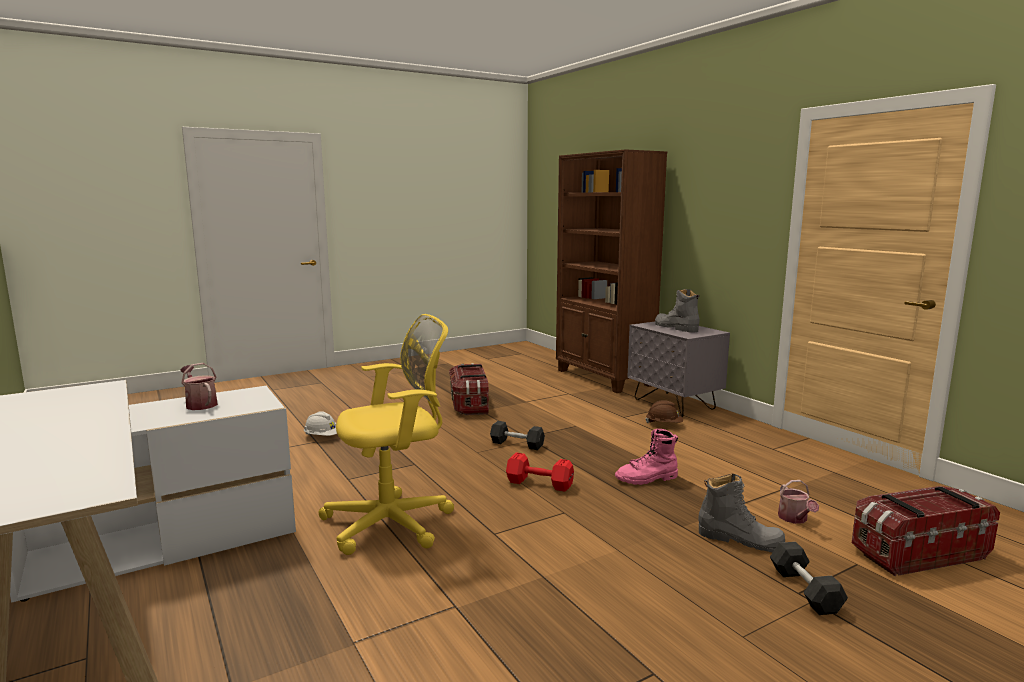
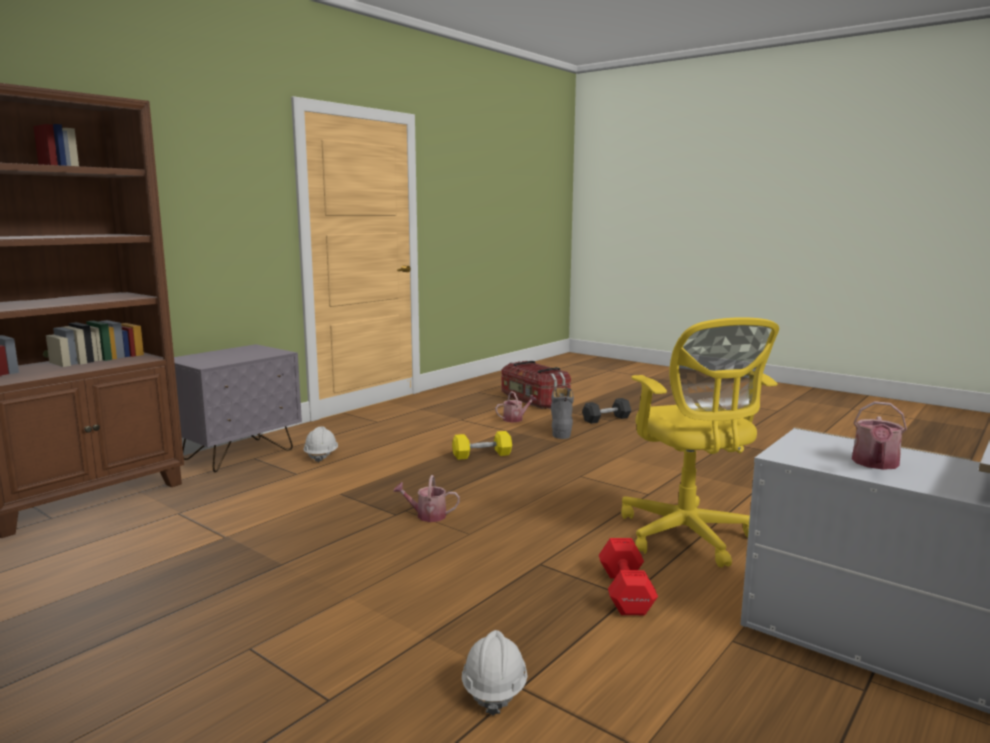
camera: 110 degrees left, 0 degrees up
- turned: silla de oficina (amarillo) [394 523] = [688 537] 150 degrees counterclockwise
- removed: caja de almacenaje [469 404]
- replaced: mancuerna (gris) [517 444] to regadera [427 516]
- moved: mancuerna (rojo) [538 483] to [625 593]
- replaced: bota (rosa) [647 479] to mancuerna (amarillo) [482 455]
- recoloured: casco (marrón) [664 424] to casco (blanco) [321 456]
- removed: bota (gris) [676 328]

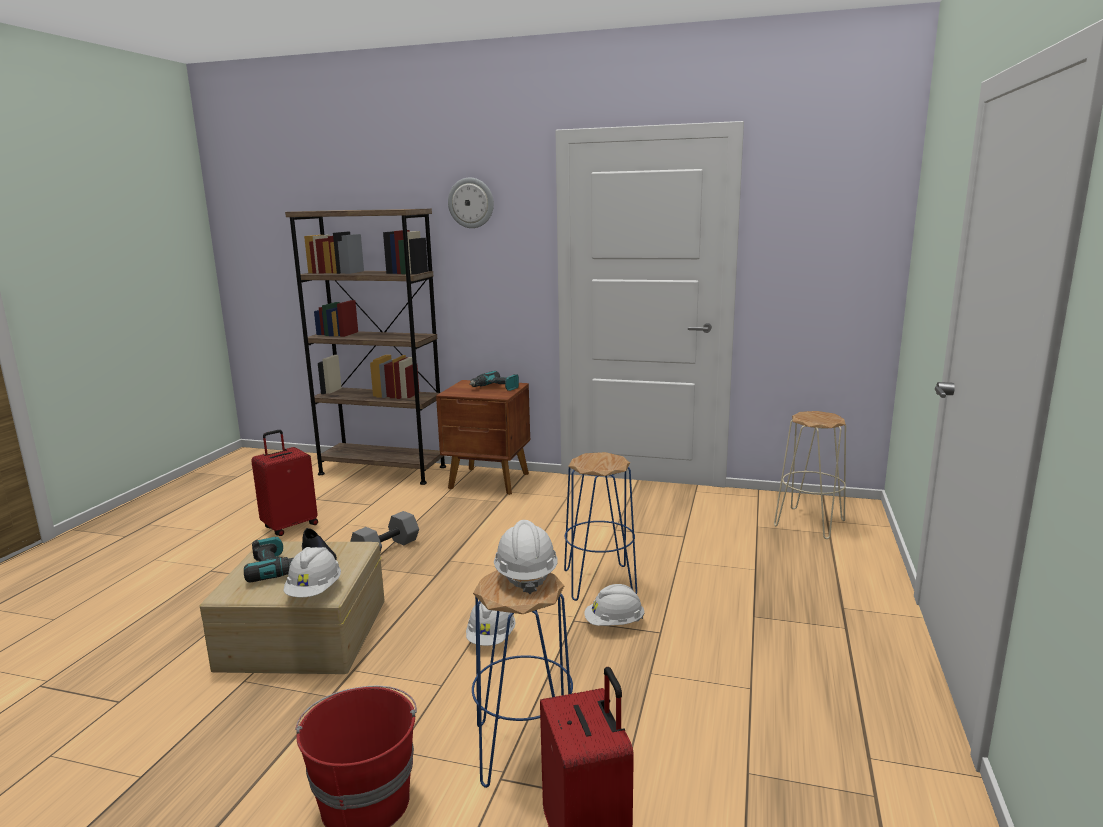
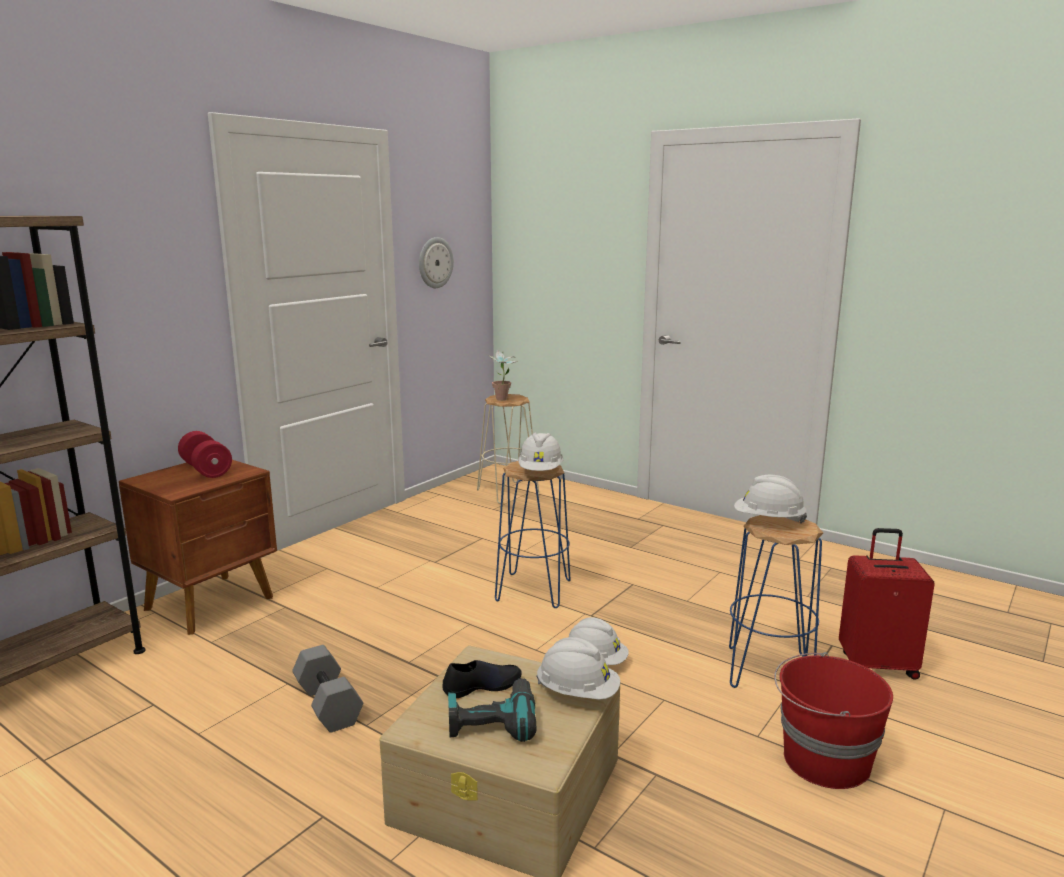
camera: 70 degrees left, 0 degrees up
- removed: maleta (rojo) [290 526]
- moved: reloj de pared [471 203] to [435 262]
- replaced: taladro [495 388] to mancuerna (rojo) [206 470]
- moved: casco (blanco) [614 623] to [540 471]
- added: planta en maceta [503 400]

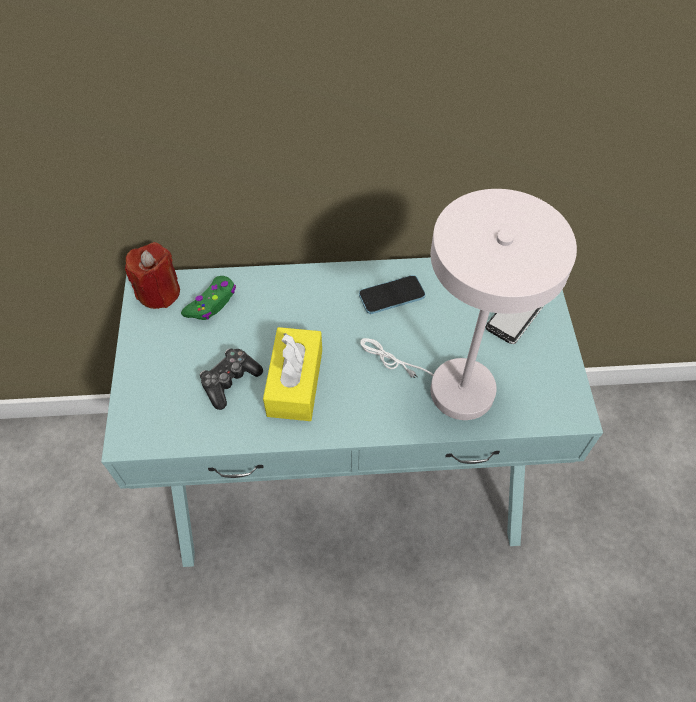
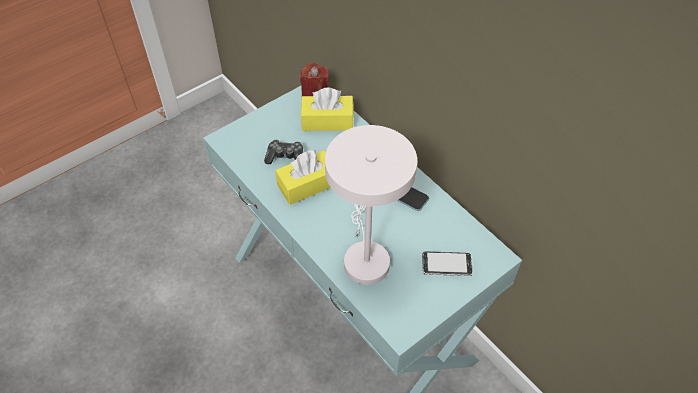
camera: 55 degrees right, 5 degrees down
- replaced: mando de consola (verde) [212 303] to caja de pañuelos (amarillo) [327 121]

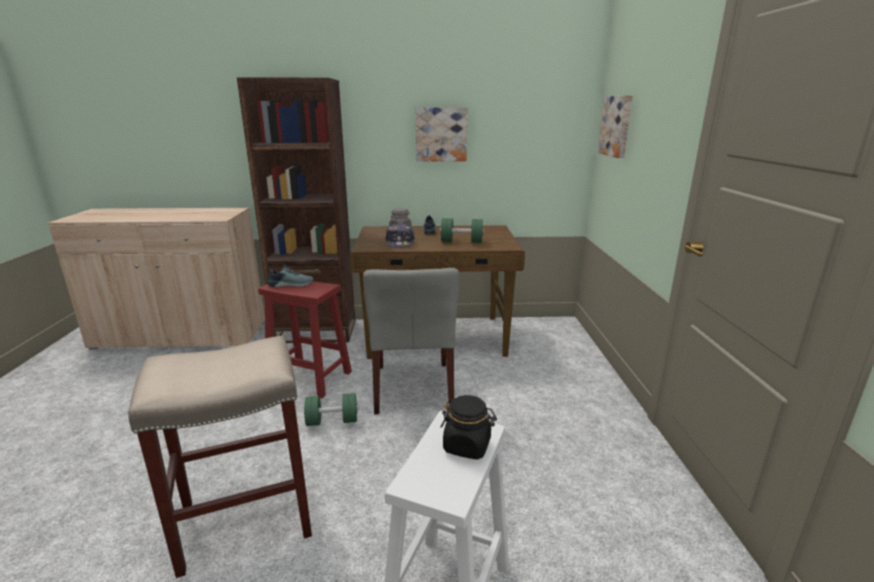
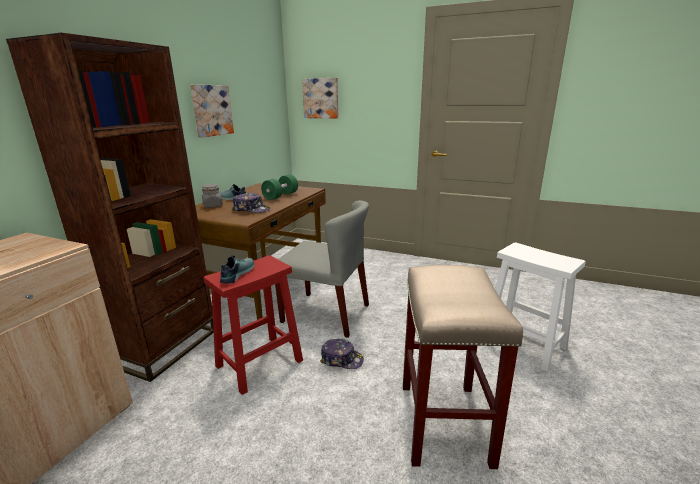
camera: 65 degrees left, 0 degrees up
- replaced: mancuerna (verde) [332 421] to gorra [341 359]
- removed: tarro (negro) [467 446]

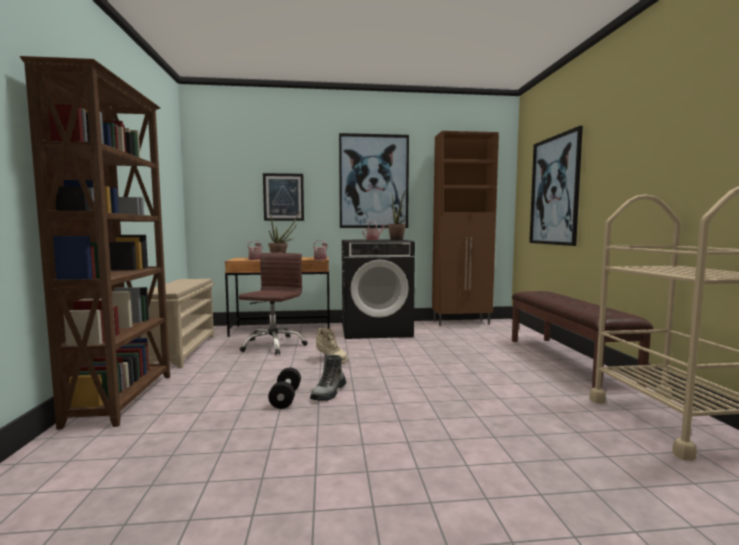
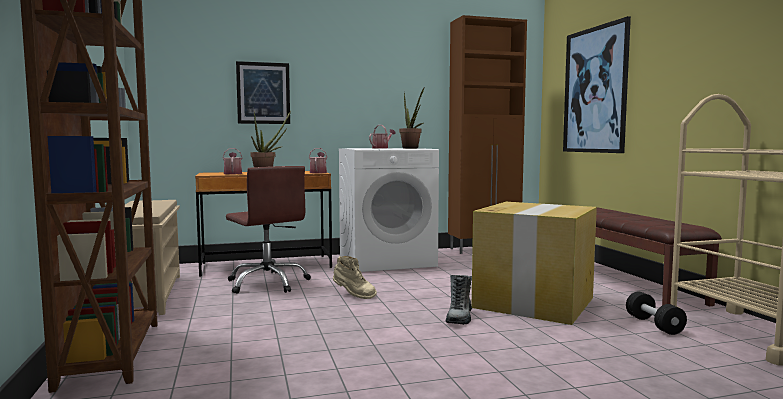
camera: 10 degrees left, 0 degrees up
- turned: silla de oficina (marrón) [273 345] = [268 283] 135 degrees clockwise
- moved: mancuerna (negro) [285 398] to [654 325]
- moved: bota [329 393] to [459 317]
- removed: cuadro [374 181]
- recoloured: lavadora (negro) [376 330] to lavadora (blanco) [387 260]
- added: caja de cartón [534 302]

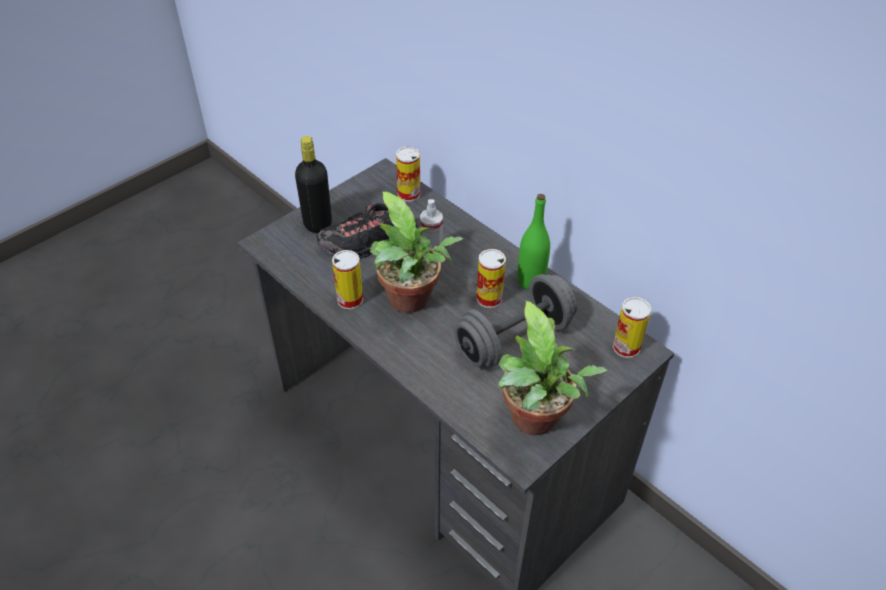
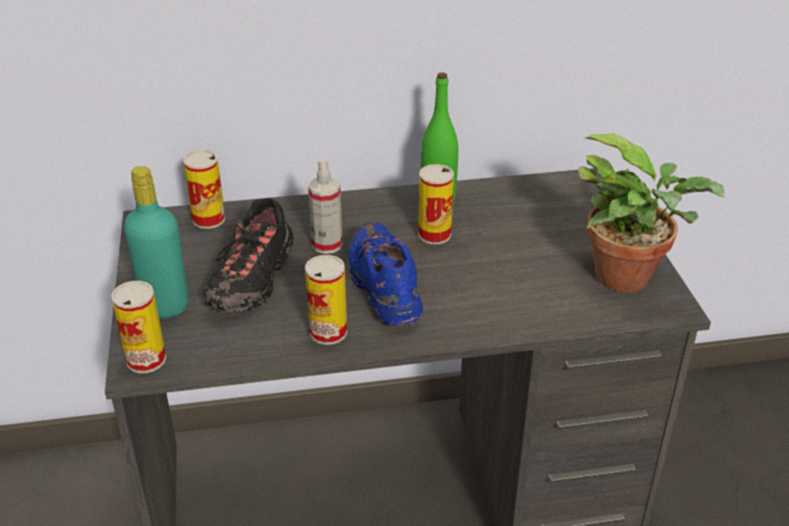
camera: 55 degrees left, 10 degrees down
- recoloured: botella (negro) [317 223] to botella (turquesa) [165 306]
- replaced: planta en maceta [412 302] to zapato (azul) [384 287]
- removed: mancuerna (gris) [514 339]
- moved: lata [626 347] to [146 359]

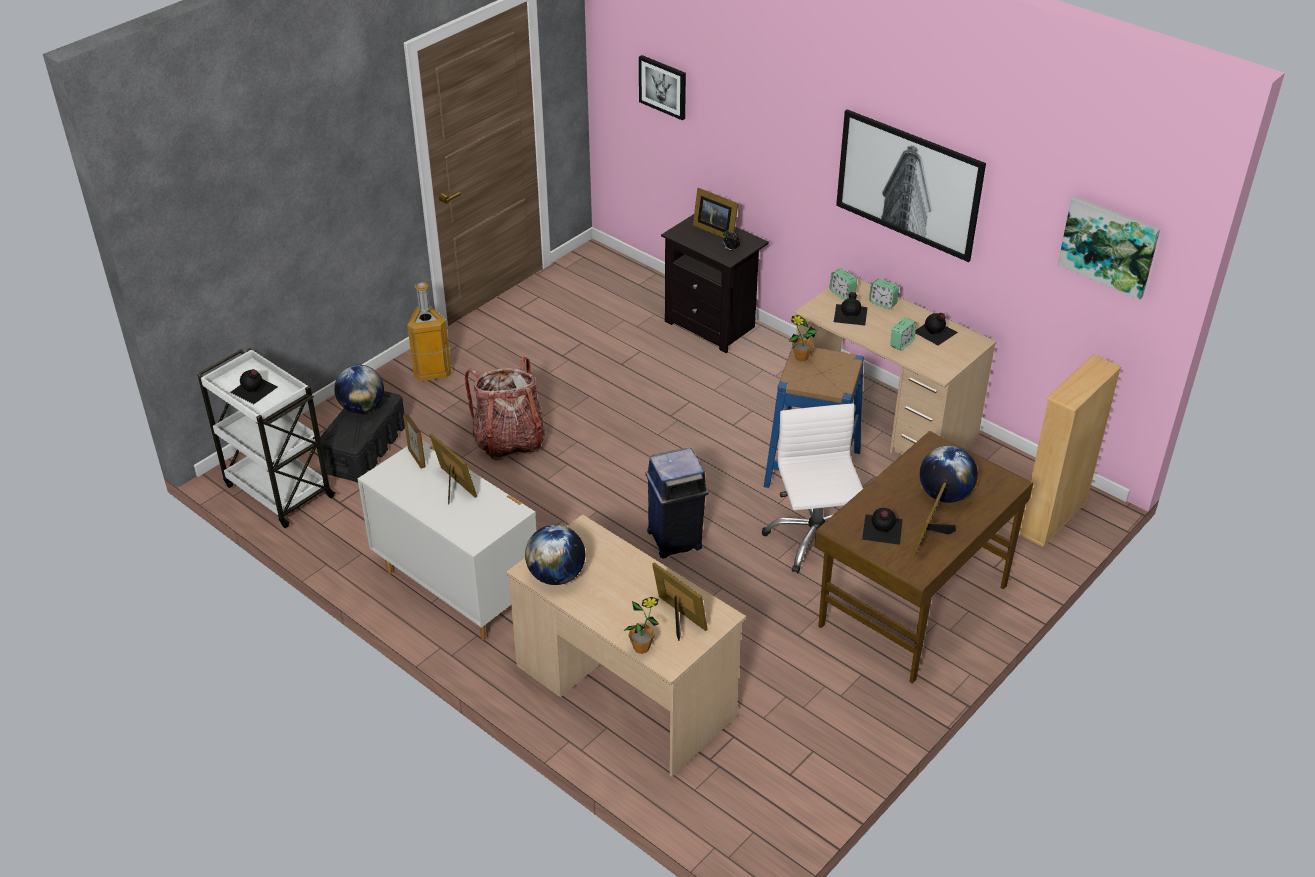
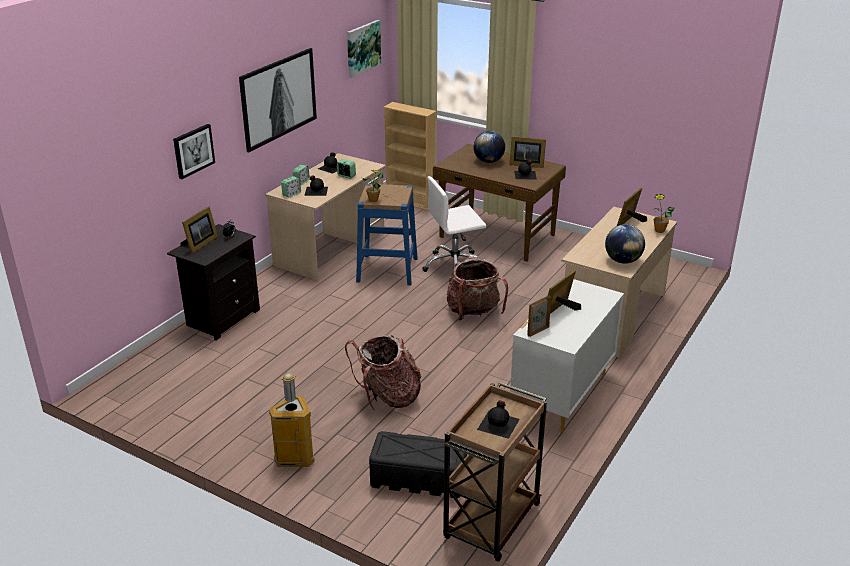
camera: 100 degrees left, 10 degrees down
- recoloured: carrito (blanco) [277 490] to carrito (marrón) [491 523]
- removed: globo terráqueo [362 407]
- moved: cuadro [663 86] to [193 150]
- replaced: papelera (azul) [675 539] to mochila [474 312]

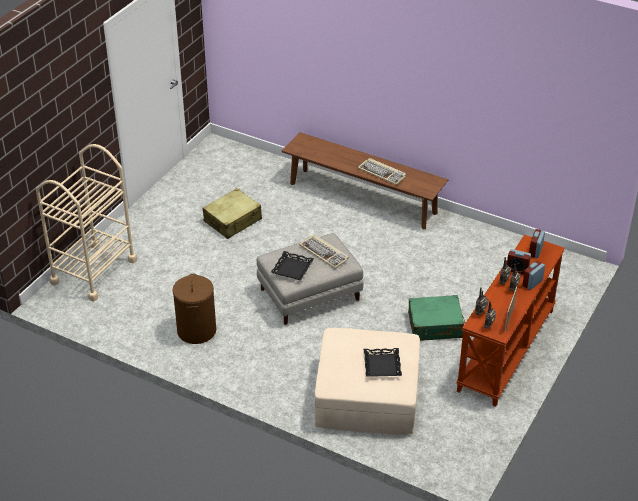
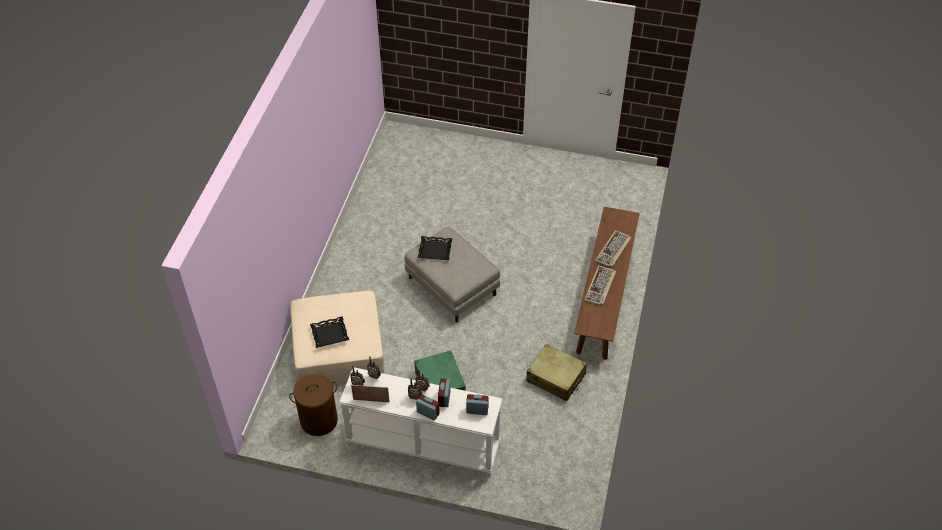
camera: 75 degrees right, 10 degrees up
- removed: carrito (beis) [94 271]
- moved: cesto de la ropa (marrón) [196 330] to [319 420]
- moved: maleta (beis) [233 220] to [556 378]
- moved: teclado [324 253] to [613 250]
- recoloured: mesa consola (marrón) [507 350] to mesa consola (blanco) [422 445]

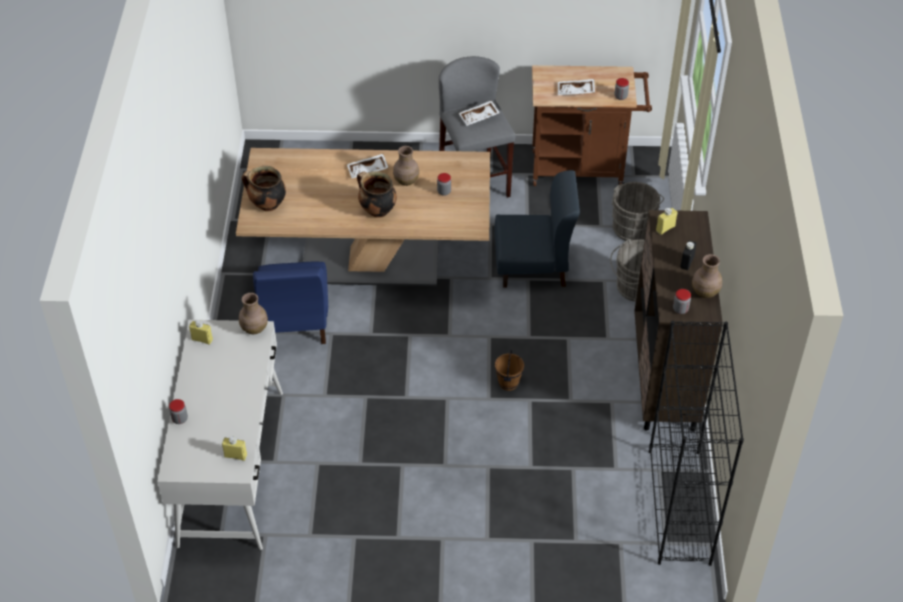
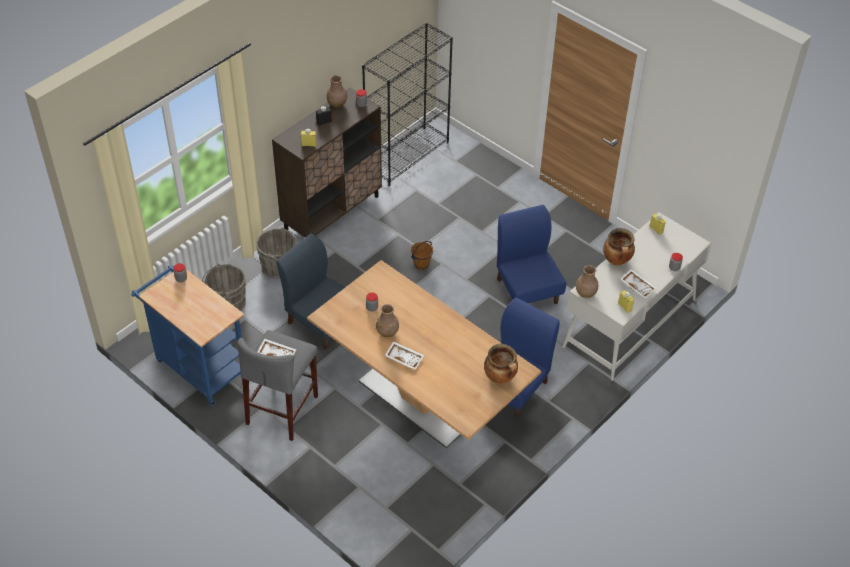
camera: 140 degrees left, 0 degrees up
- moved: olla [377 211] to [617 261]
- recoloured: carrito (marrón) [583 168] to carrito (azul) [198 366]
- moved: bandeja (blanco) [575 92] to [637 286]
- added: silla (azul) [527 290]

